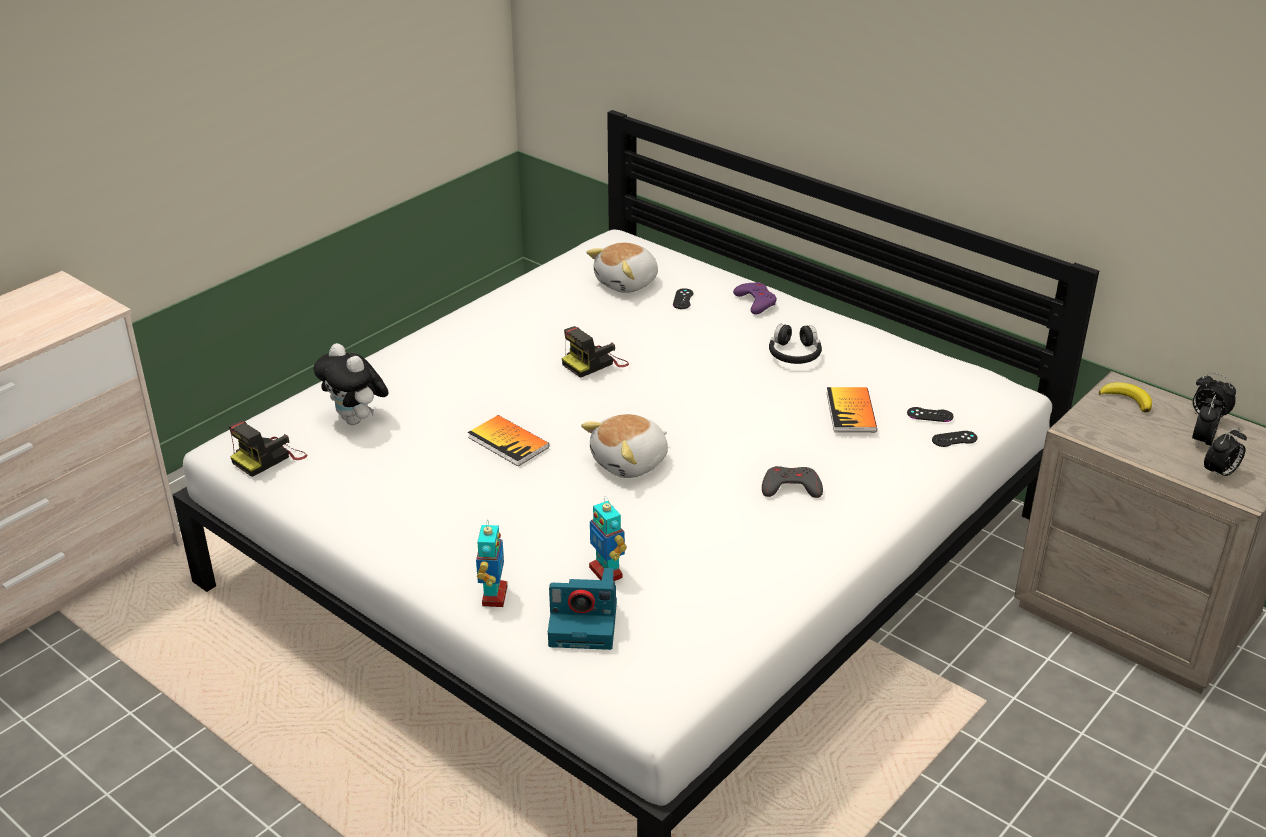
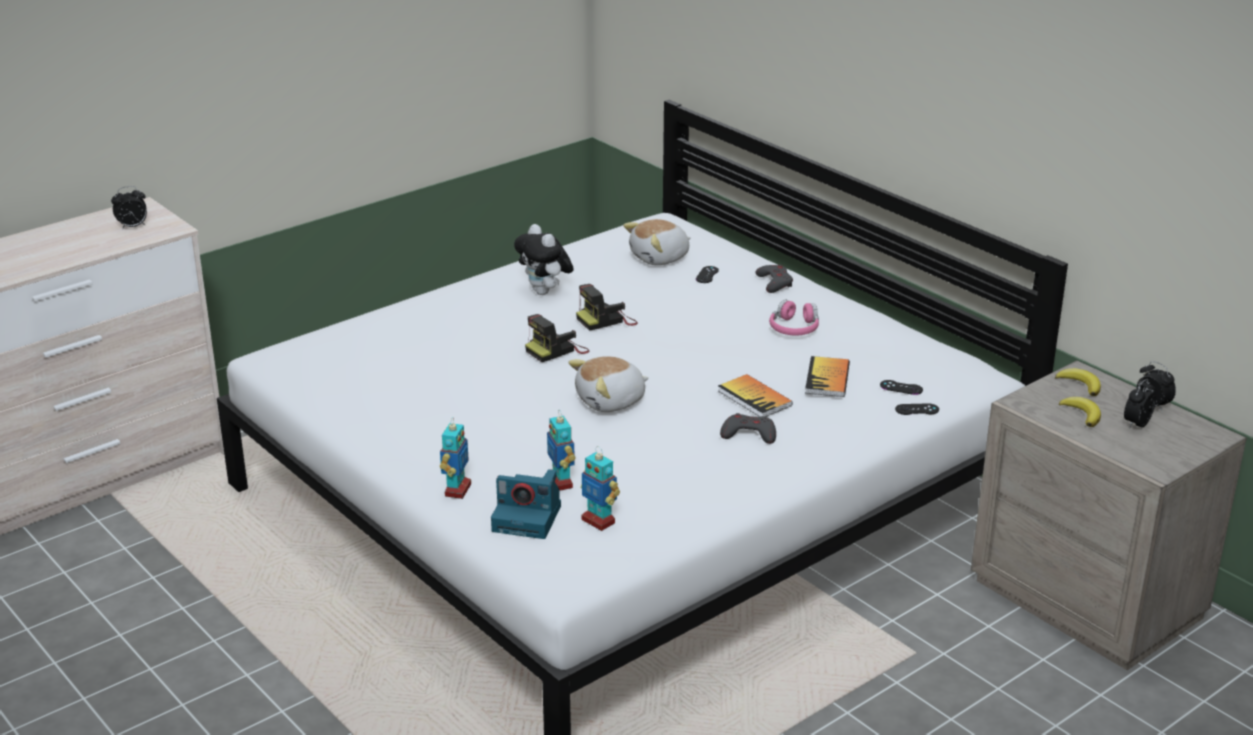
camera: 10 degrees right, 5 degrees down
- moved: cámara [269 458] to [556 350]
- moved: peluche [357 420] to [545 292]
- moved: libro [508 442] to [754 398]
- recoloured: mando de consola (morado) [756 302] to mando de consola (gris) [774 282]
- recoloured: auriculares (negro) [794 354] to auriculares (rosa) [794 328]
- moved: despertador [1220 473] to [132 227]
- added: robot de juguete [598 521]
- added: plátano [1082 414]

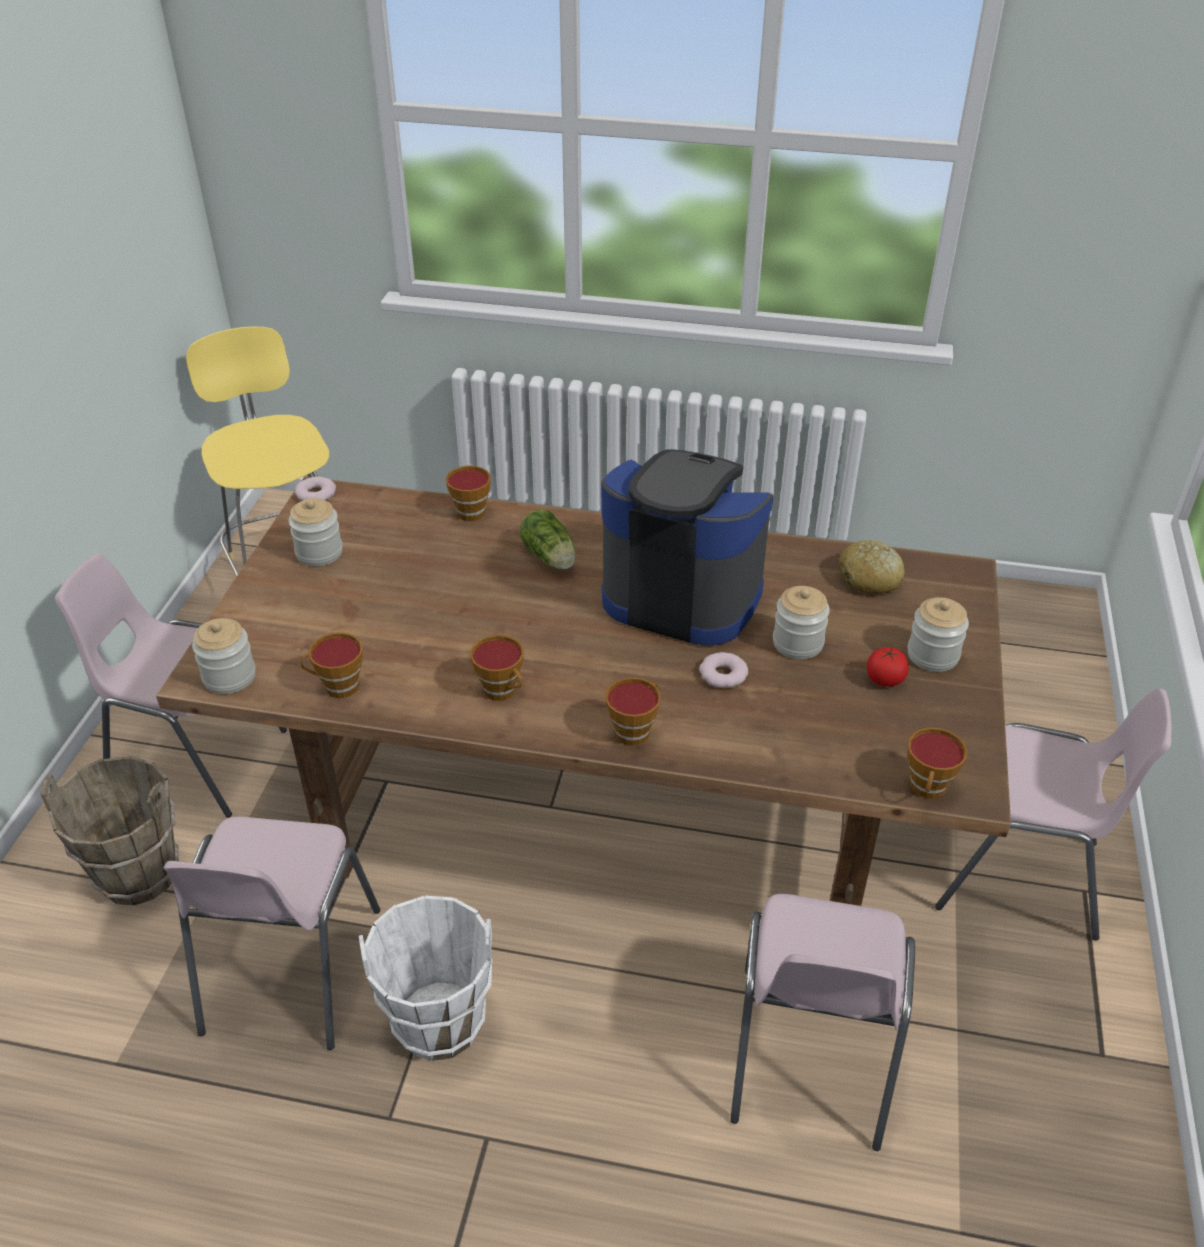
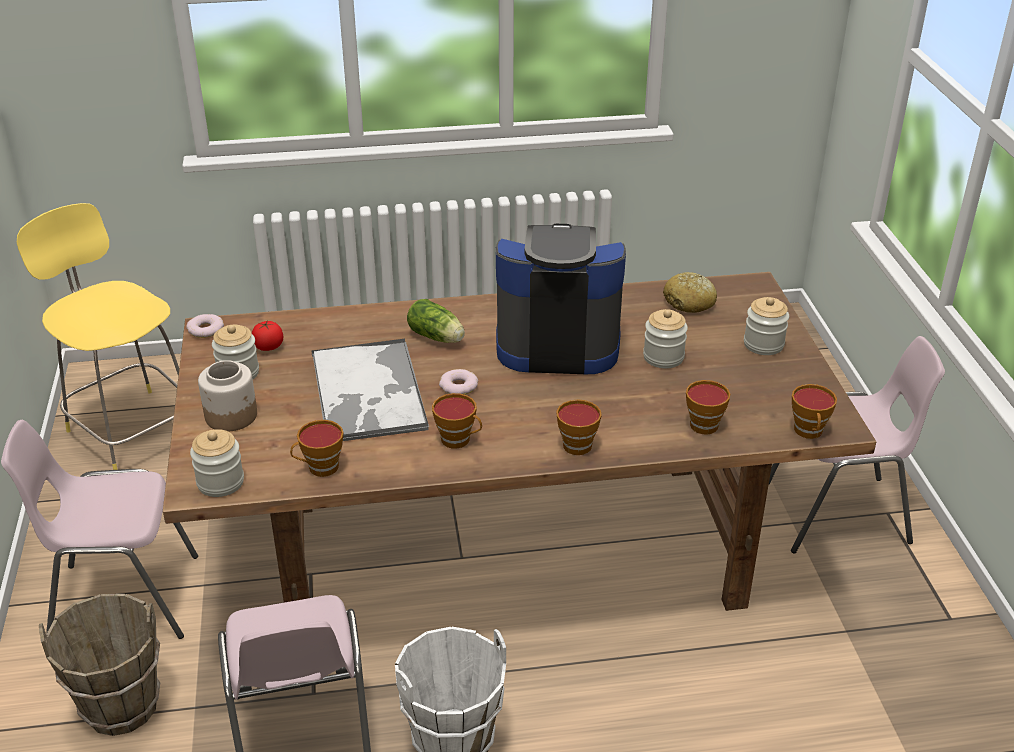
camera: 20 degrees left, 5 degrees down
- moved: taza [470 510] to [701 423]
- moved: rosquilla [723 675] to [458 386]
- removed: silla (rosa) [809 1058]
- moved: tomate [884 679] to [268 347]
- added: tarro [232 416]
- added: bandeja [368 392]

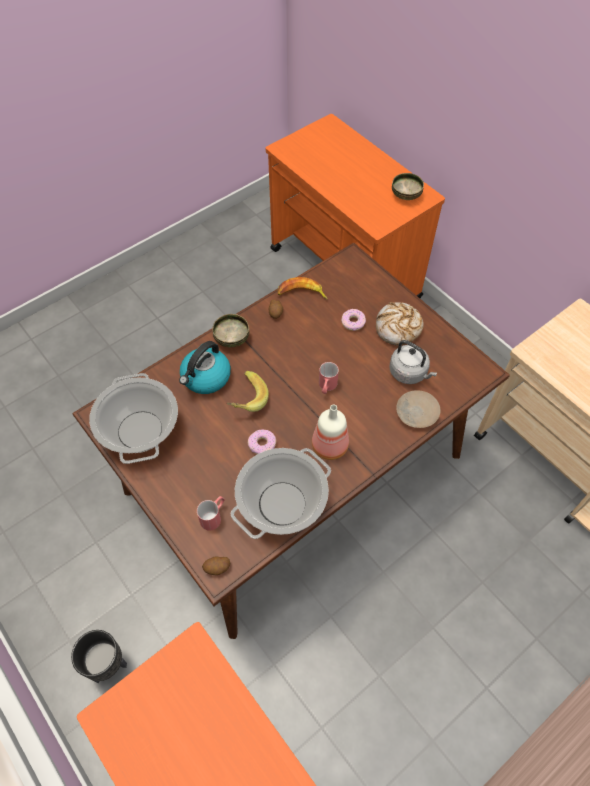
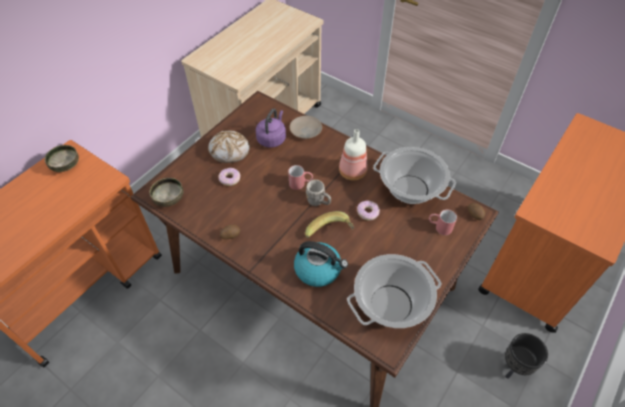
camera: 105 degrees left, 5 degrees down
- moved: cuenco [231 339] to [169 200]
- removed: plátano [301 293]
- recoloured: hervidor (gris) [409 373] to hervidor (morado) [272 138]
- added: taza grande (gris) [318 202]

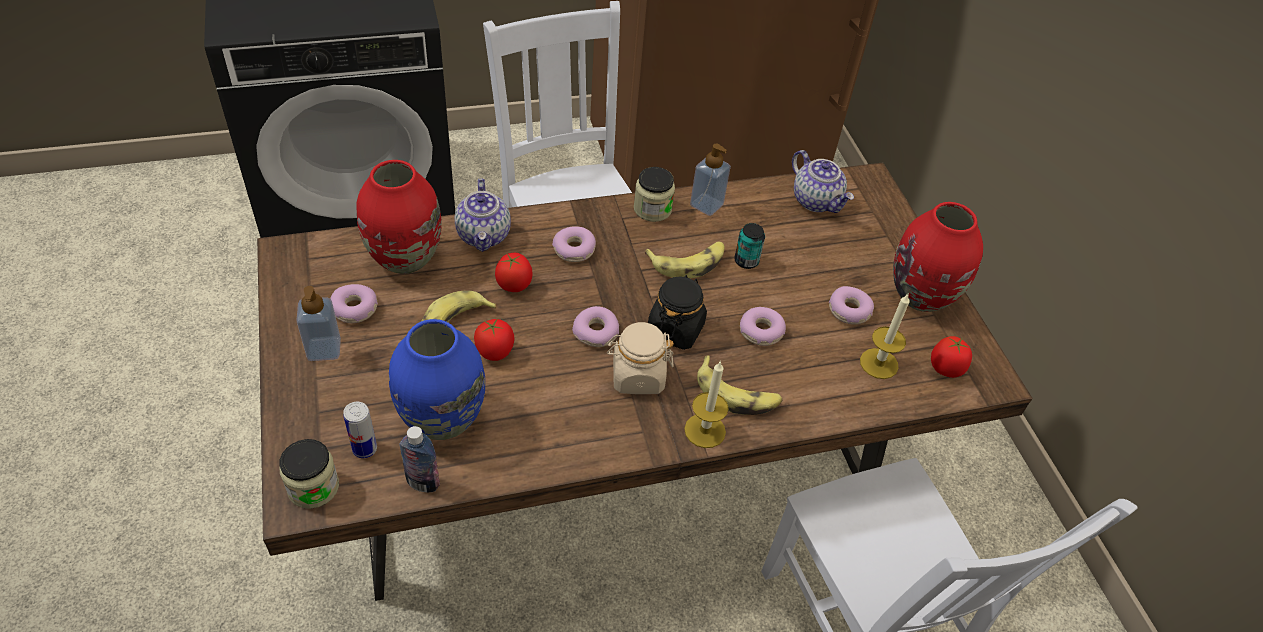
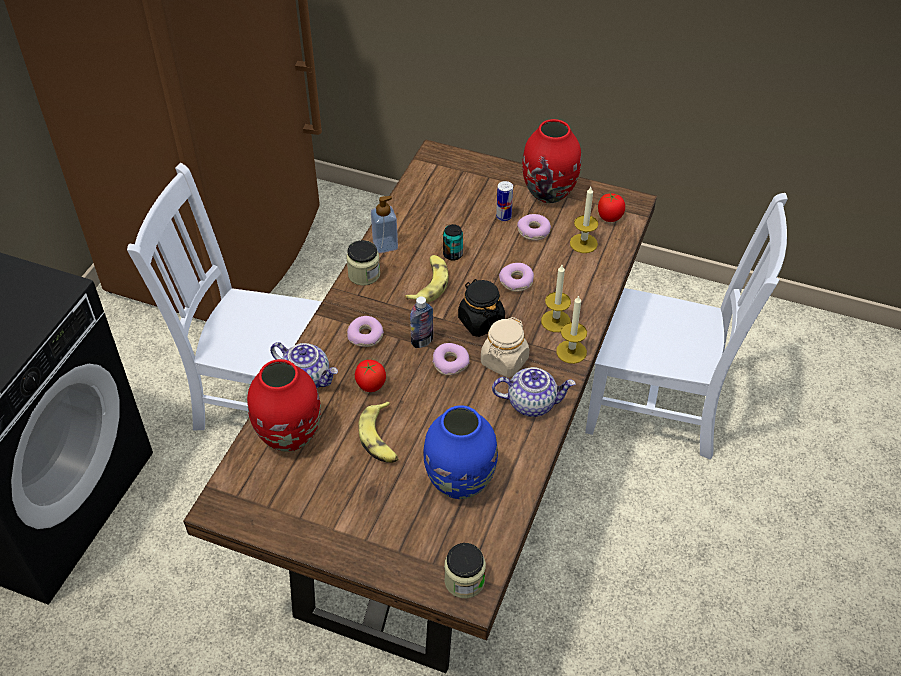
camera: 50 degrees left, 0 degrees up
- removed: dispensador de jabón [324 349]
- removed: rosquilla [354 309]
- moved: lata [364 449] to [503 217]
- moved: botella [423 482] to [422 341]
- removed: tomate [495 351]
- replaced: plátano [737 394] to vela [555 321]
- moved: tetera [816 201] to [532 403]

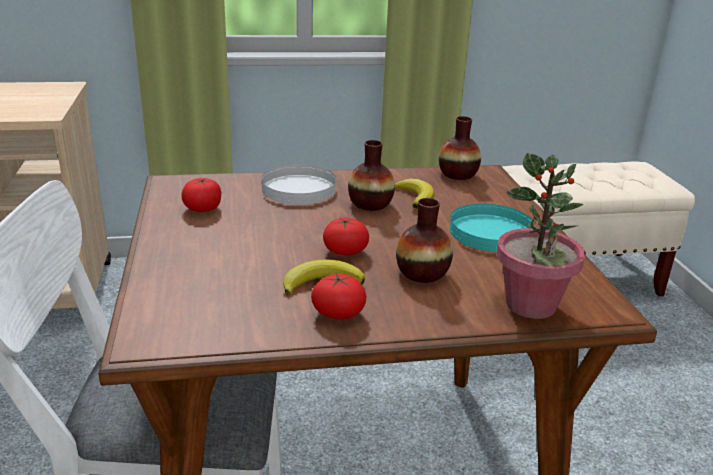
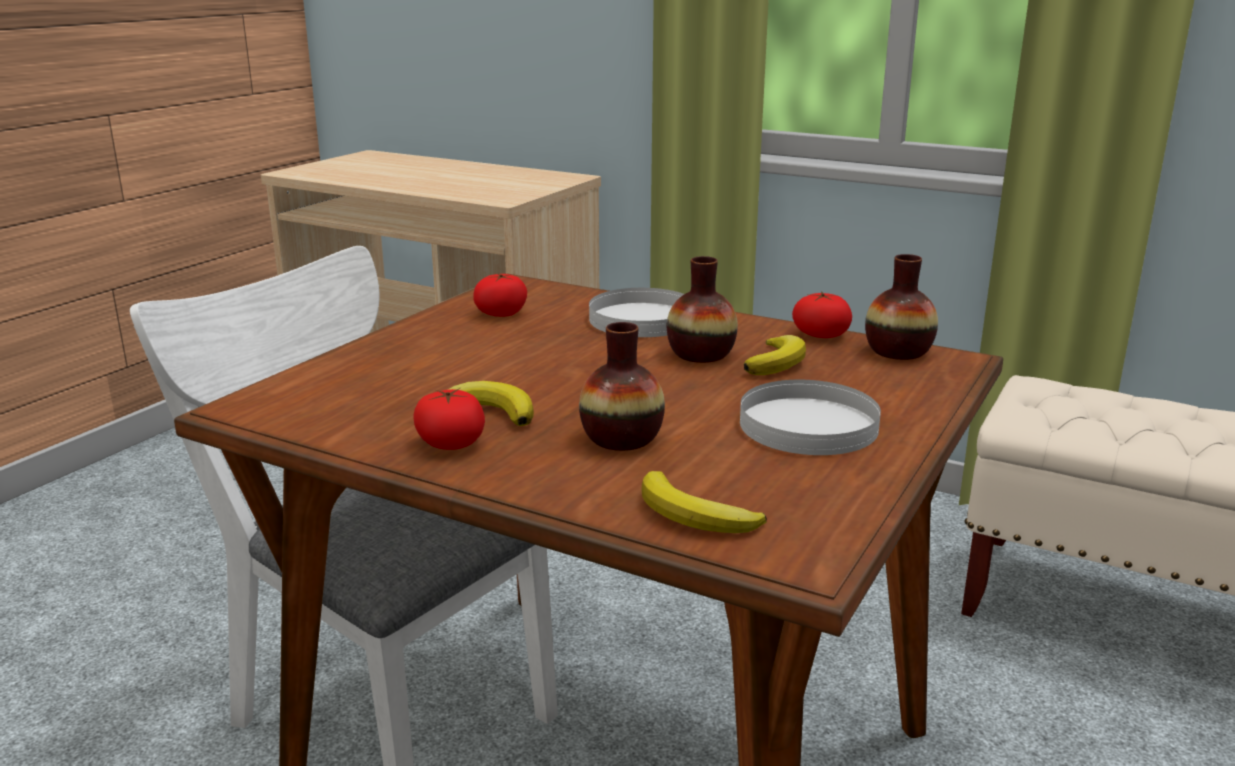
camera: 40 degrees right, 5 degrees down
- moved: tomate [345 251] to [820 335]
- recoloured: plato (turquesa) [491 232] to plato (blanco) [809 425]
- replaced: planta en maceta [531 305] to plátano [695 515]

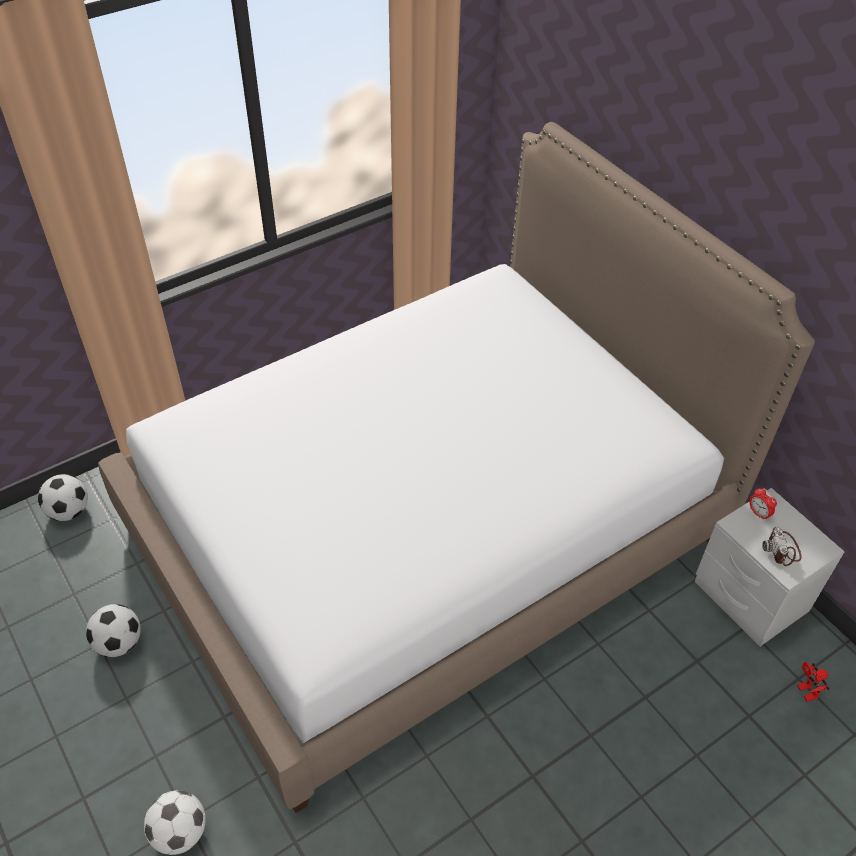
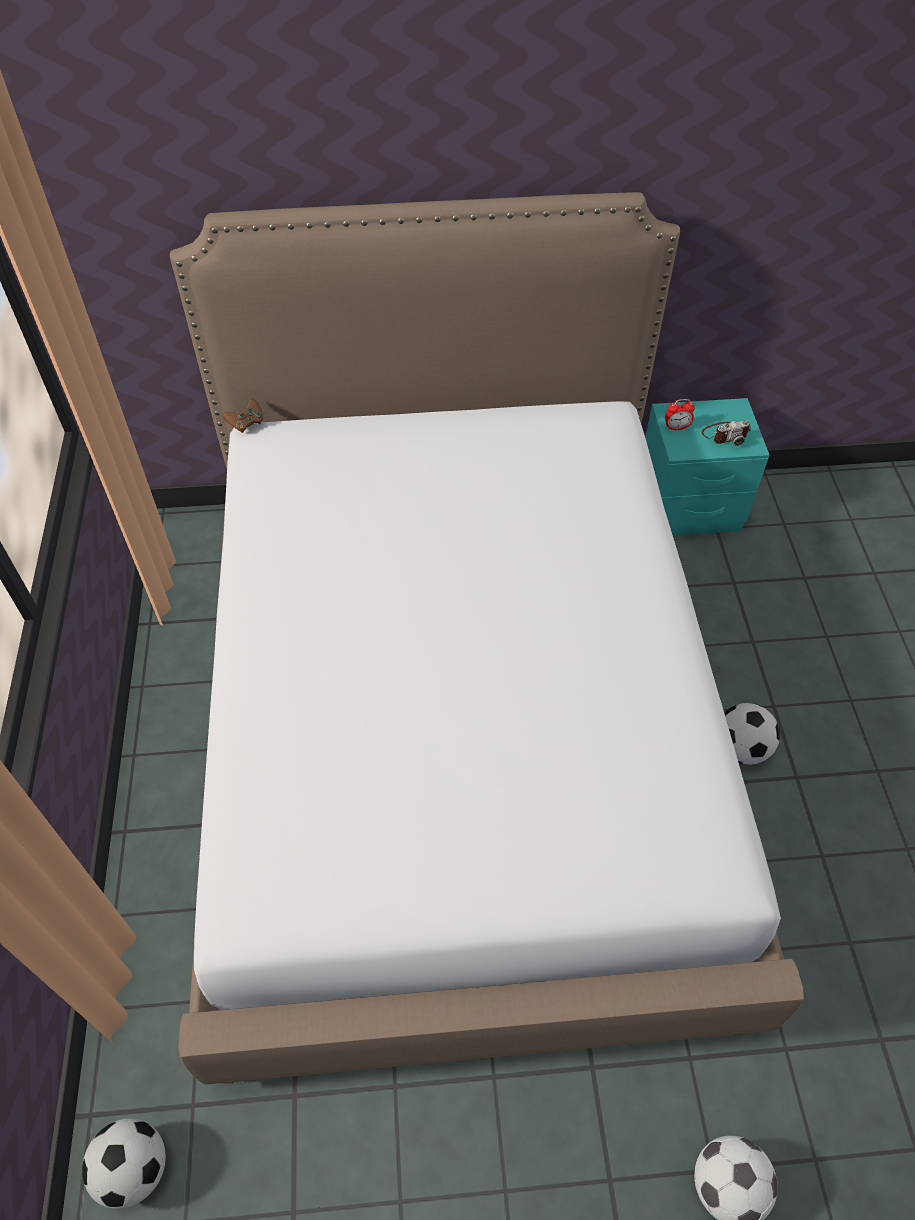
camera: 60 degrees left, 5 degrees up
- moved: balón de fútbol [119 643] to [740 748]
- recoloured: mesita de noche (gris) [750 596] to mesita de noche (turquesa) [687 507]
- turned: cámara [782 550] = [725 435] 45 degrees counterclockwise
- removed: robot de juguete [804 691]
- added: mando de consola (marrón) [246 423]

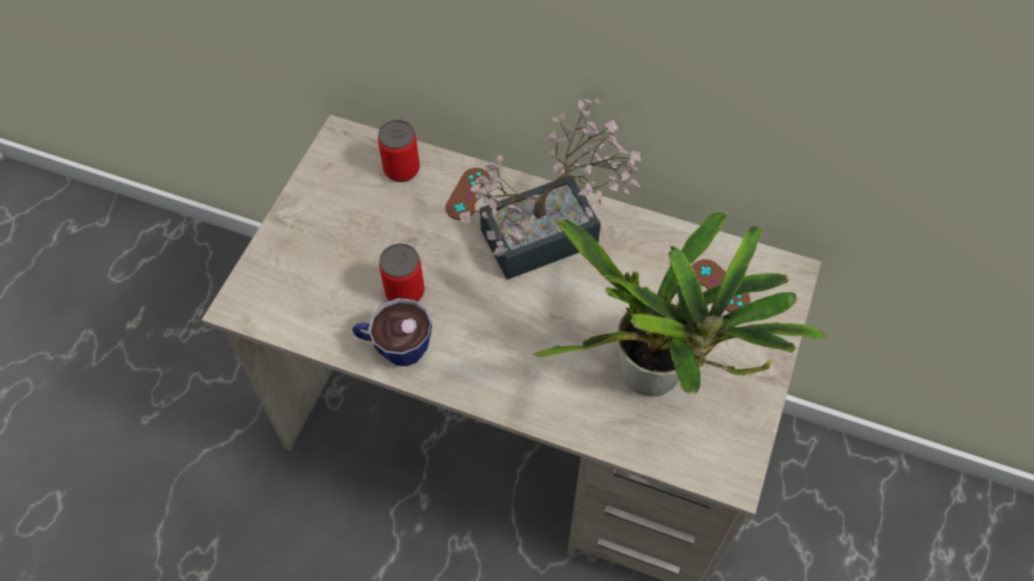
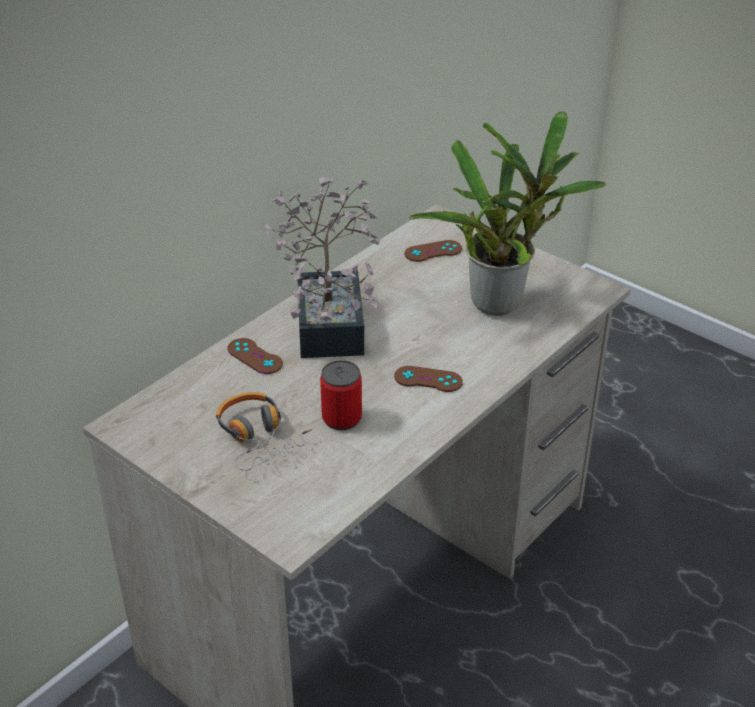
camera: 70 degrees left, 20 degrees down
- removed: taza [395 347]
- removed: lata [401 169]
- added: auriculares [258 437]
- added: mando de consola (marrón) [428 379]

